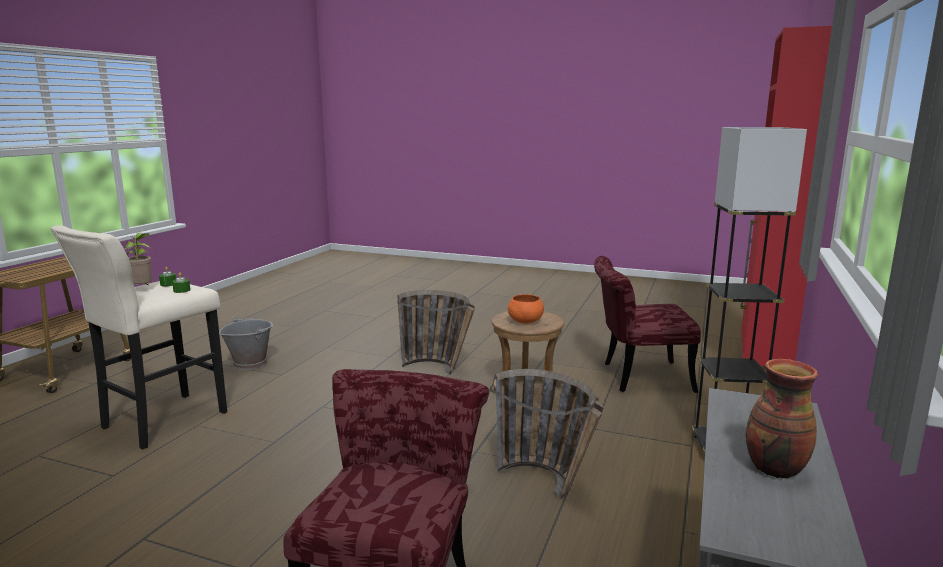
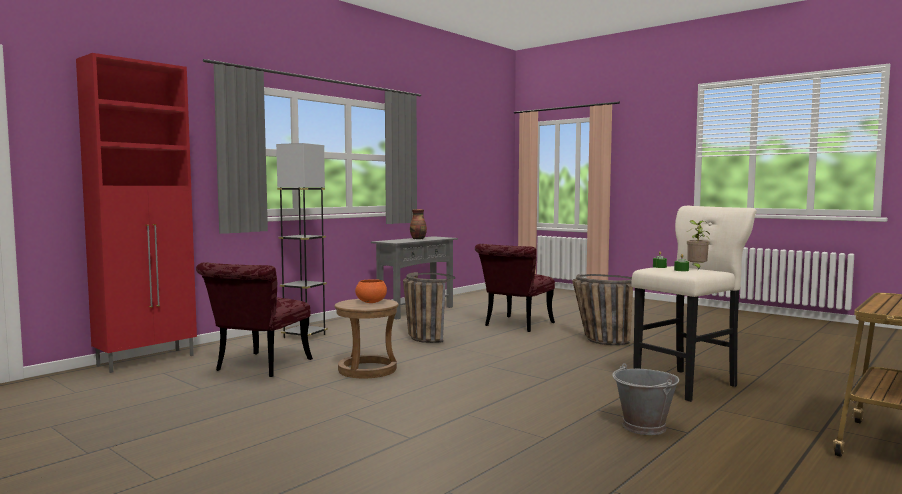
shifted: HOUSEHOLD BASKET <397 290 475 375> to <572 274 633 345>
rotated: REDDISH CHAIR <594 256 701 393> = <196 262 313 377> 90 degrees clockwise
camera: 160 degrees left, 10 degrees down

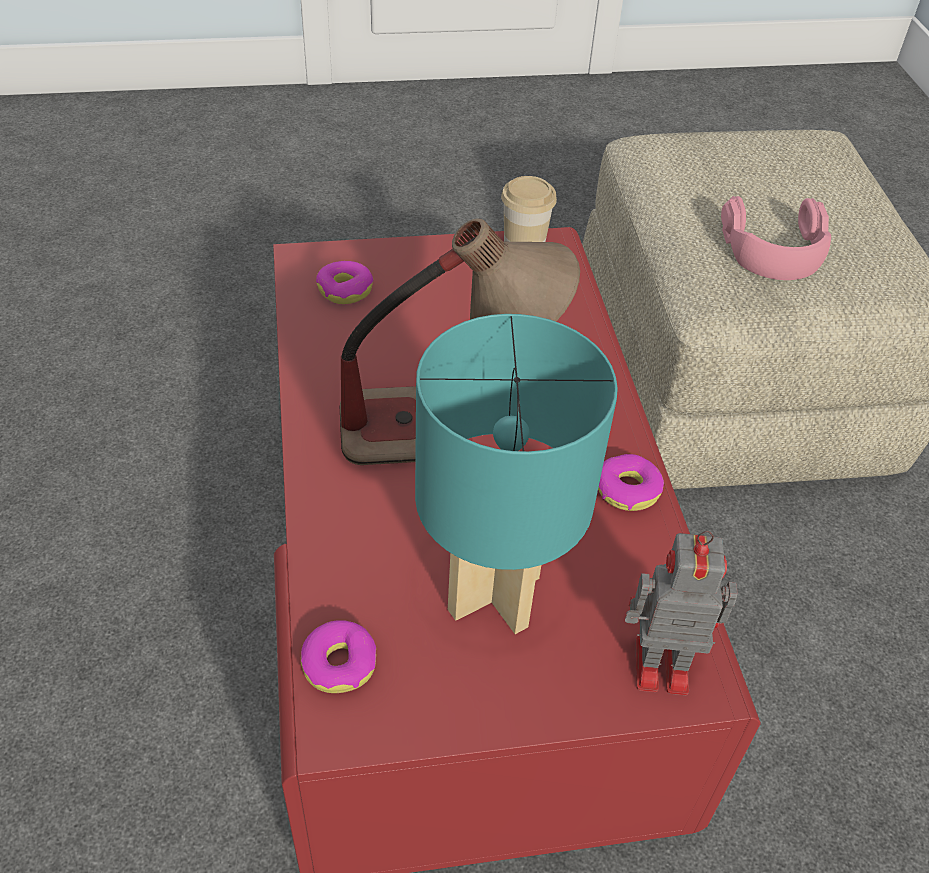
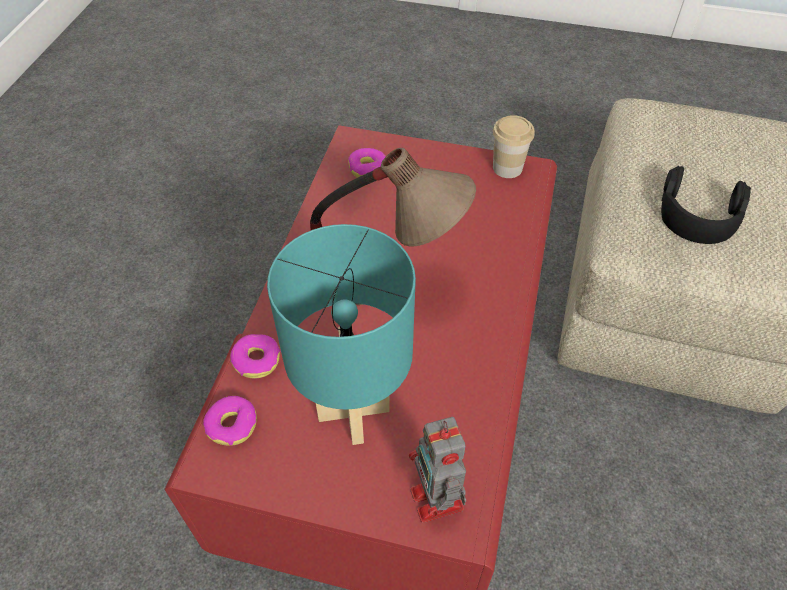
shifted: RING DOUGHNUT <598 454 664 511> to <230 334 281 379>
repainted: PINK PAIR OF HEADPHONES <721 196 831 280> to BLACK-COLOURED PAIR OF HEADPHONES <661 166 751 244>
rotated: MODEL ROBOT <625 531 738 695> = <409 417 466 523> 135 degrees counterclockwise
camera: 25 degrees right, 5 degrees up

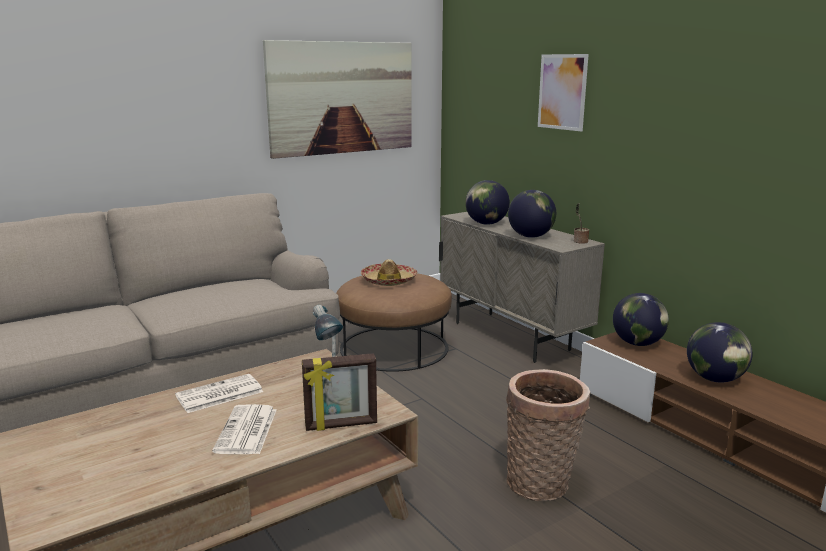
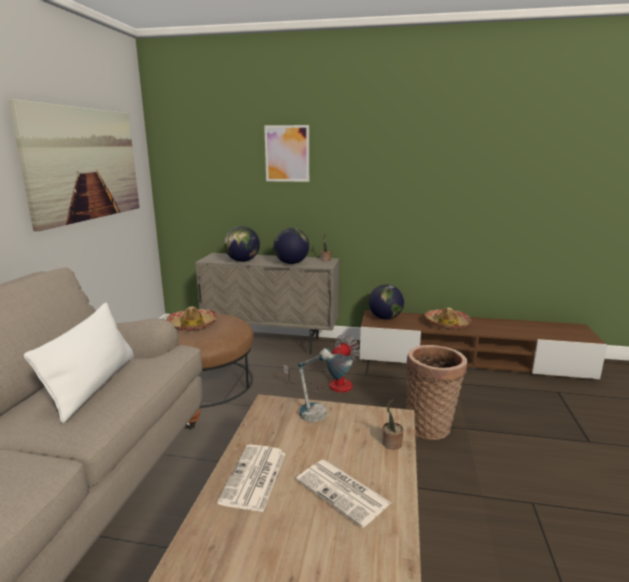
new: WHITE-COLOURED THROW PILLOW <24 303 134 423>; FAN <283 334 360 393>
swapped: WORLD GLOBE <687 322 753 382> to CLOTHING HAT <425 307 472 329>; PHOTO FRAME <302 353 377 431> to POTTED PLANT <382 400 403 450>
camera: 45 degrees left, 0 degrees up

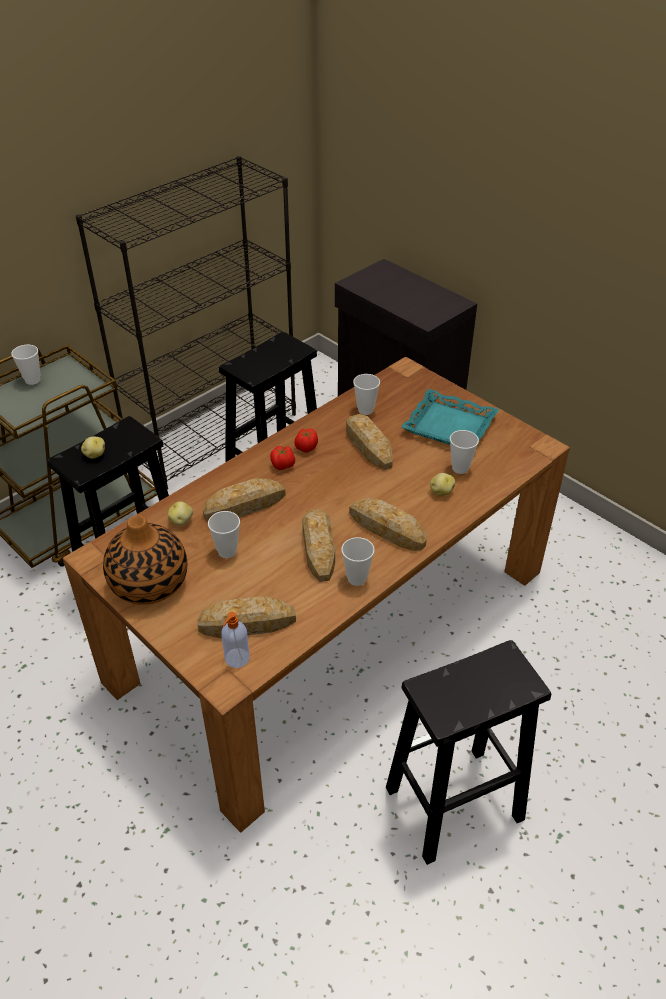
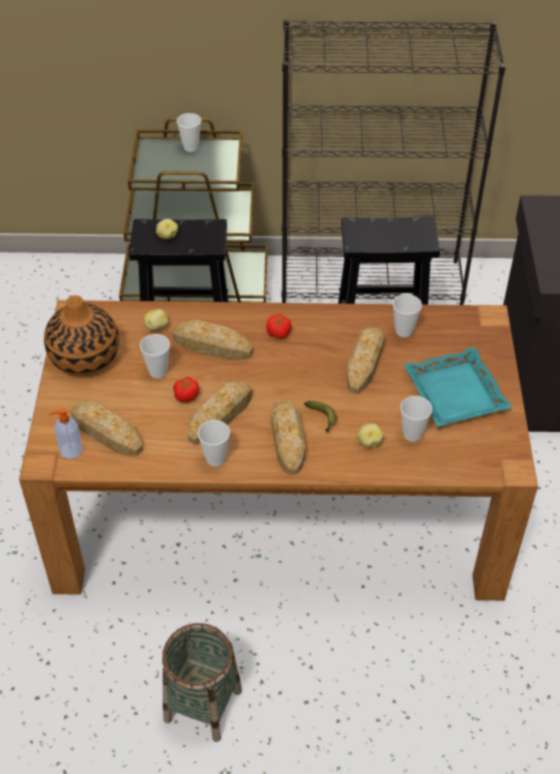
new: WHOLE BANANA <304 401 337 432>
shifted: WHOLE TOMATO <294 429 318 452> to <173 377 199 403>
swapped: BLACK-COLOURED STOOL SEAT <386 640 551 865> to HOUSEHOLD BASKET <162 623 242 742>
camera: 45 degrees right, 5 degrees up

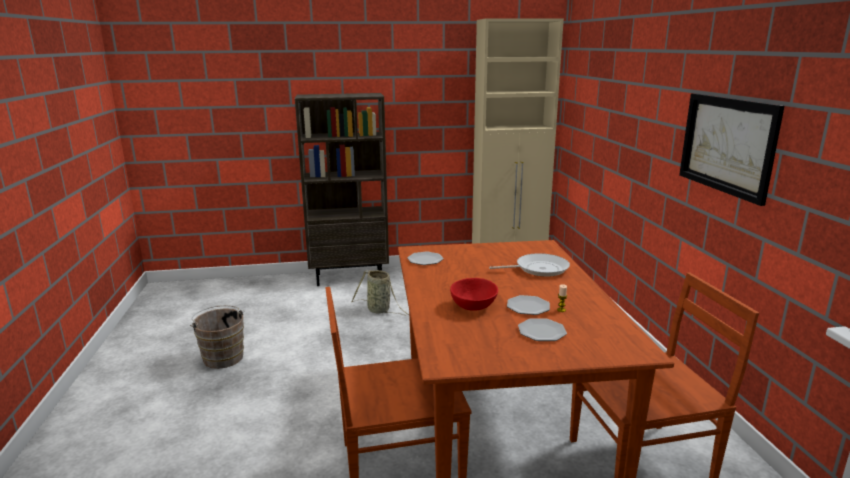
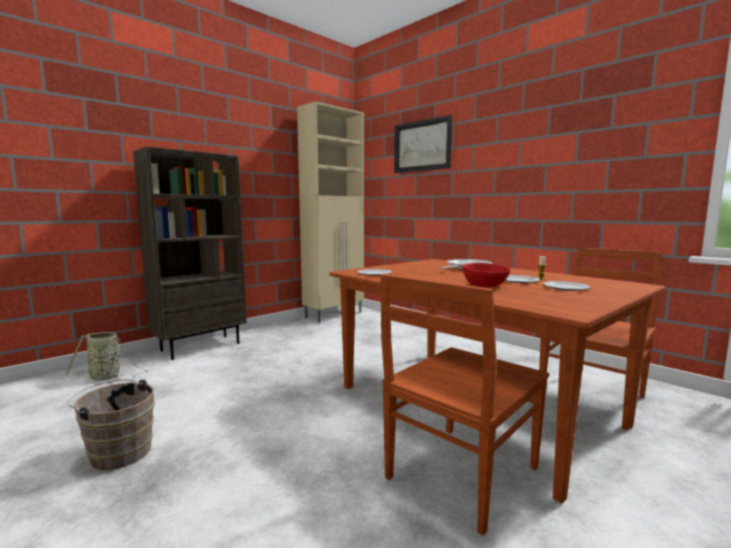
shifted: PICTURE <679 93 784 206> to <394 115 452 173>; HOUSEHOLD BASKET <351 270 409 315> to <66 332 148 381>
camera: 35 degrees left, 10 degrees down

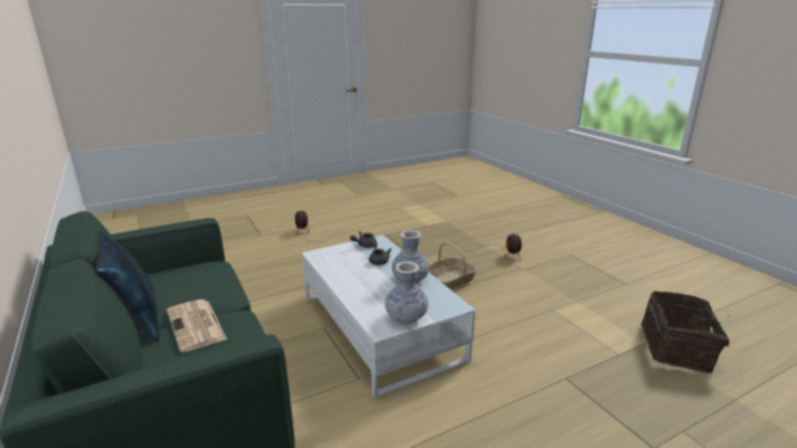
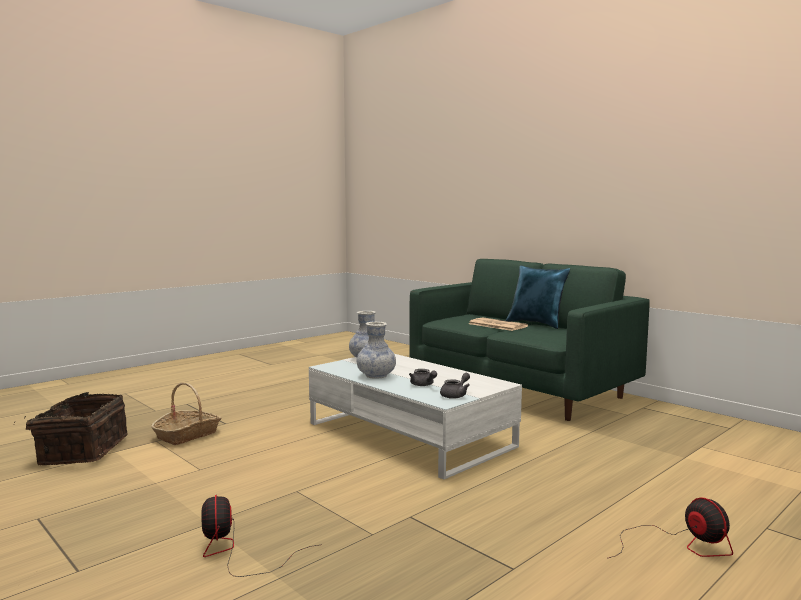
shifted: HOUSEHOLD BASKET <429 242 477 289> to <151 383 221 445>
camera: 165 degrees right, 15 degrees down

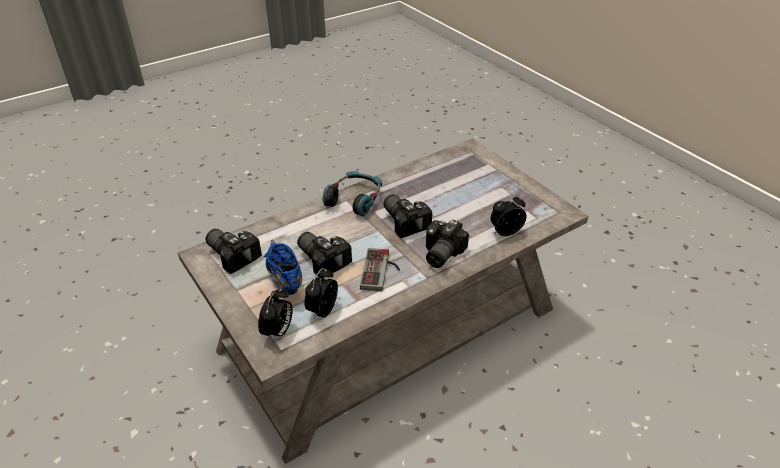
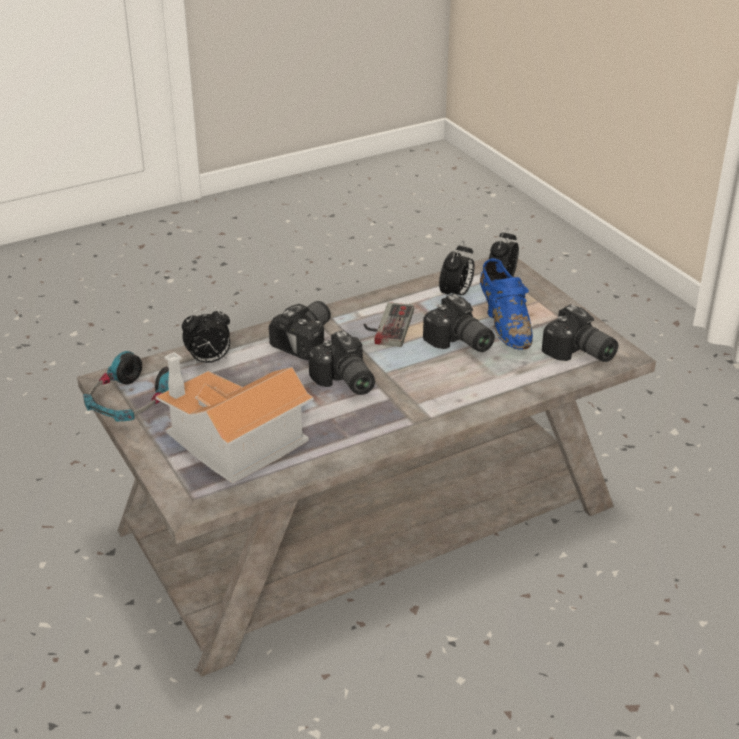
new: MINIATURE HOUSE <156 352 314 483>
shifted: PAIR OF HEADPHONES <323 171 382 216> to <83 351 182 421>
camera: 175 degrees left, 5 degrees down

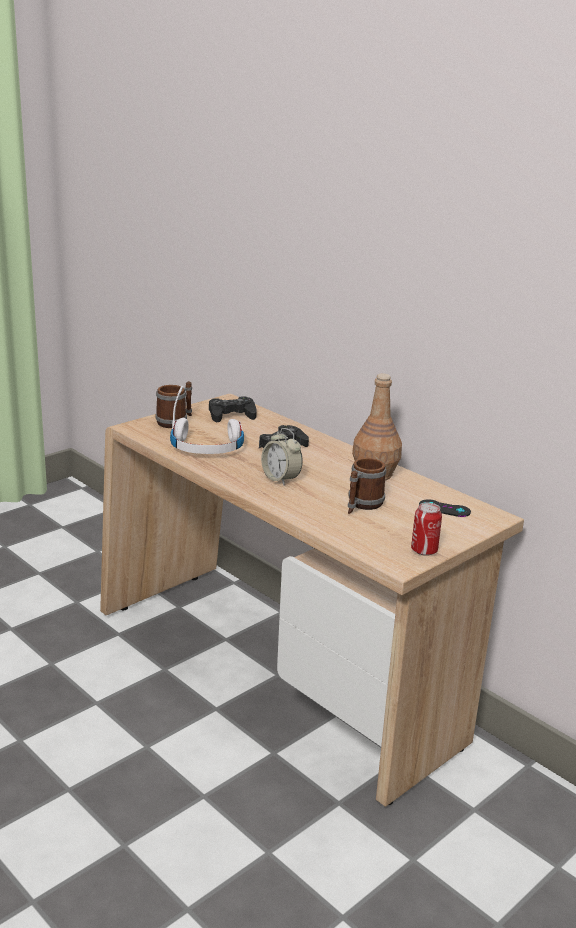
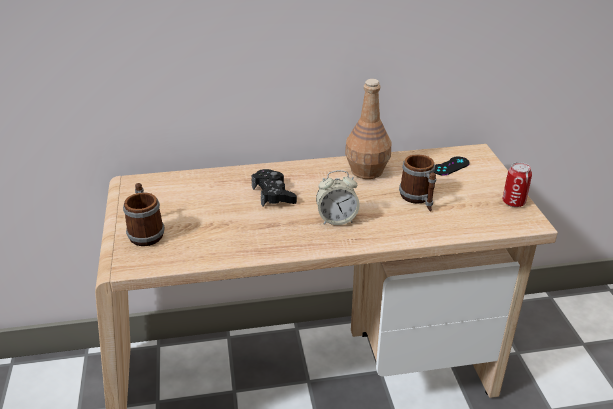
gone: WHITE-COLOURED PAIR OF HEADPHONES <170 386 244 454>; BLACK-COLOURED GAME CONTROLLER <209 396 257 422>
camera: 55 degrees left, 10 degrees up

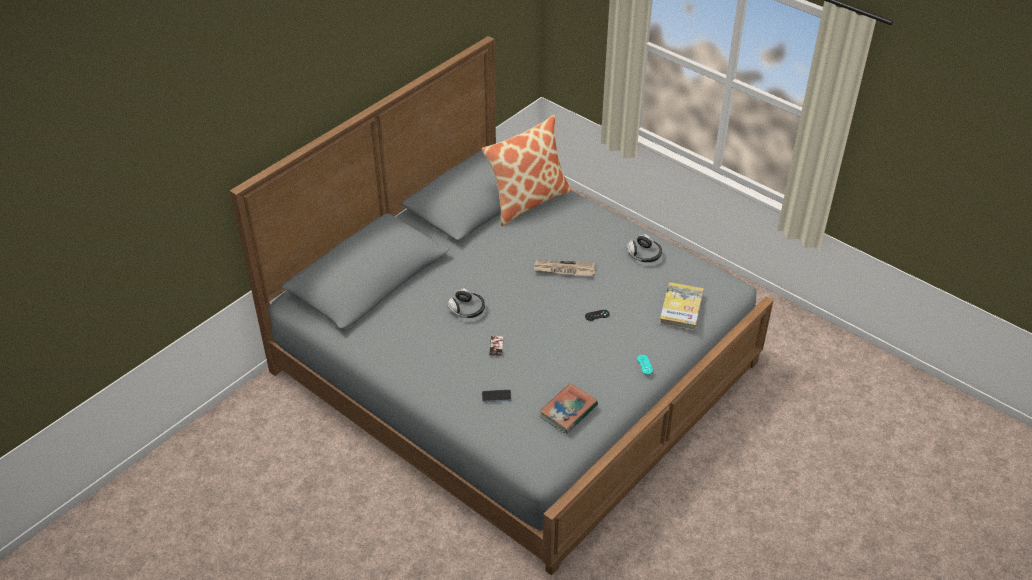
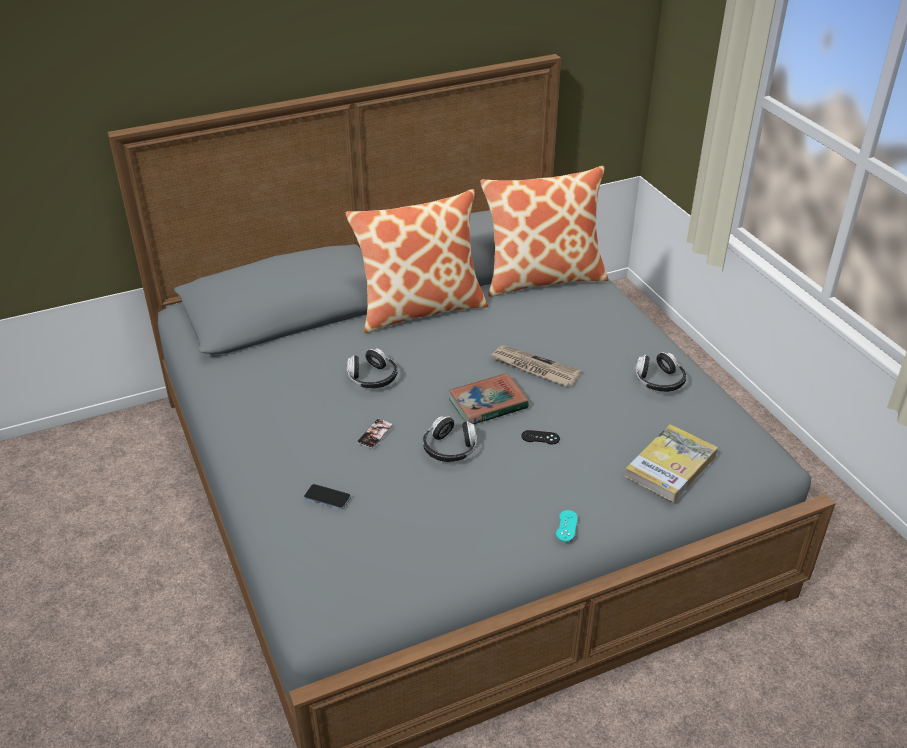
new: THROW PILLOW <346 189 488 333>; PAIR OF HEADPHONES <423 416 477 462>
shifted: BOUND BOOK <539 383 598 434> to <449 373 529 424>
camera: 25 degrees right, 5 degrees down

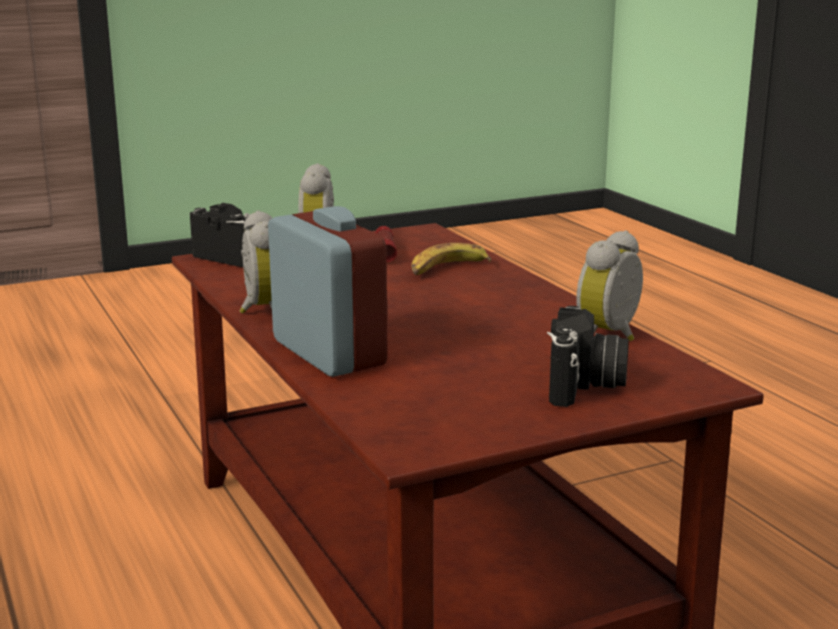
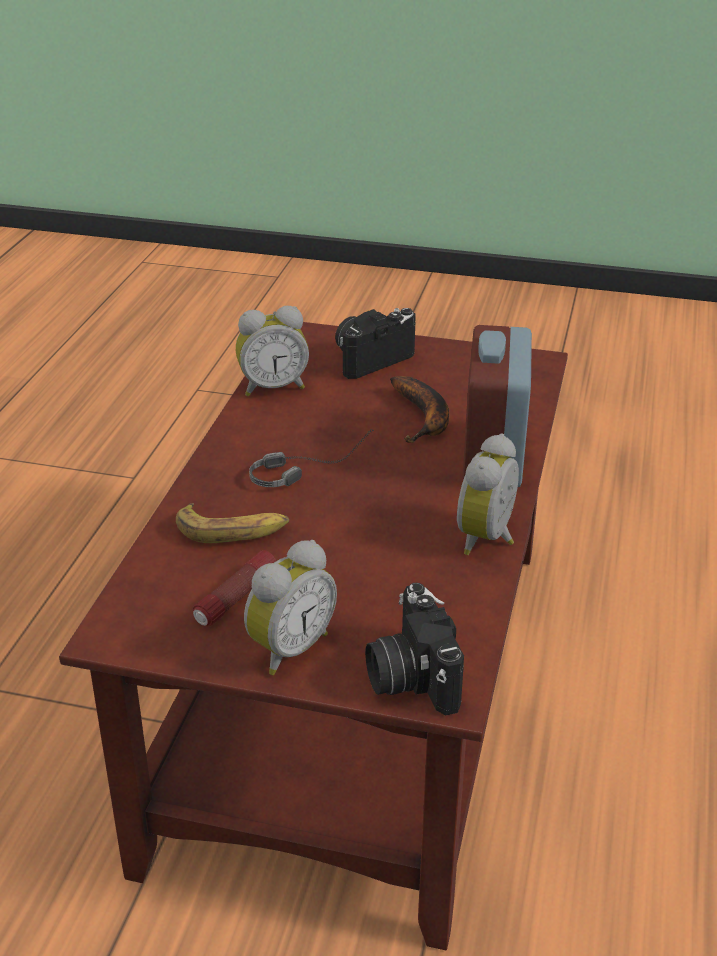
new: WHOLE BANANA <390 376 449 443>; PAIR OF HEADPHONES <249 429 374 488>
camera: 140 degrees left, 15 degrees up

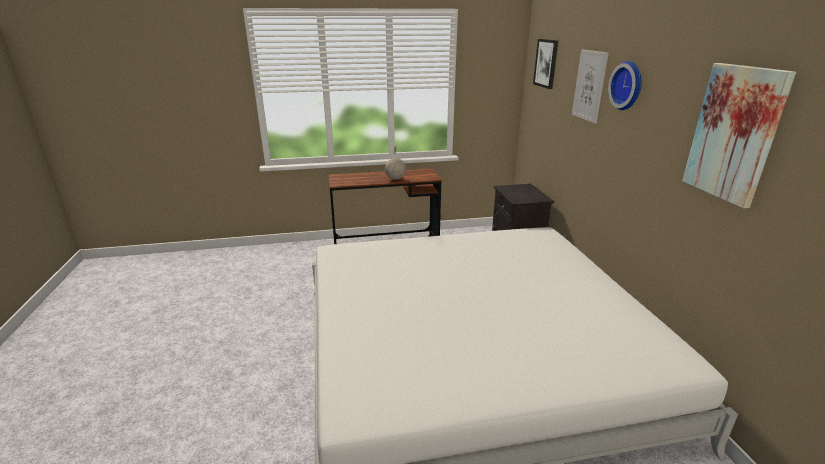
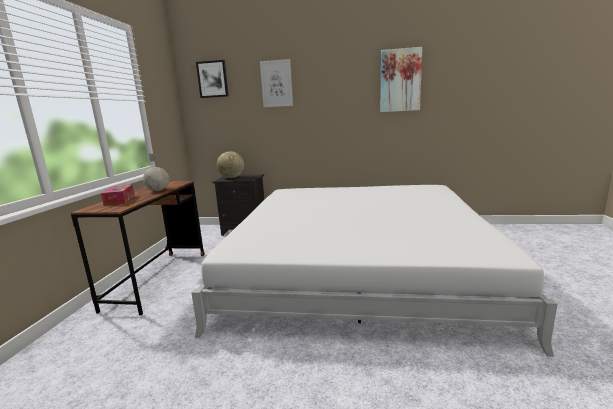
gone: CLOCK ON THE WALL <608 61 642 110>
new: WORLD GLOBE <217 151 244 178>; BOX OF TISSUES <101 184 135 206>
camera: 70 degrees left, 10 degrees down

